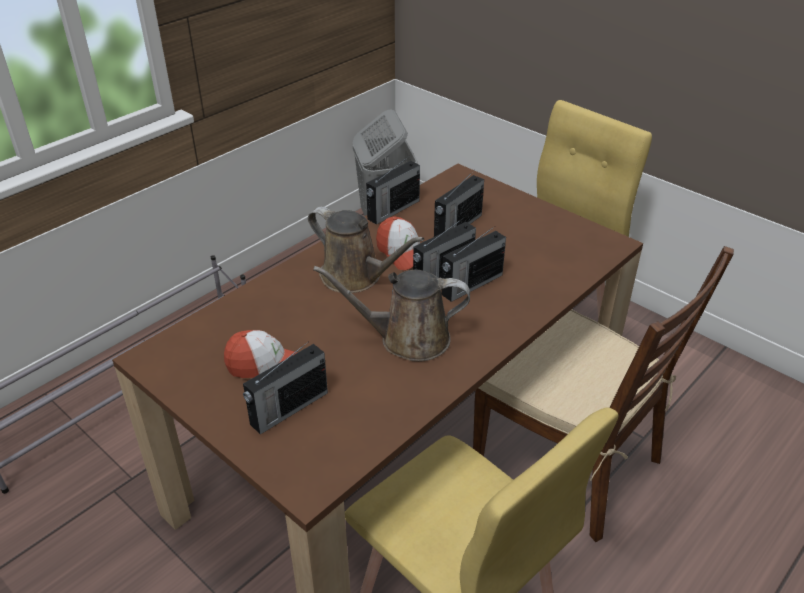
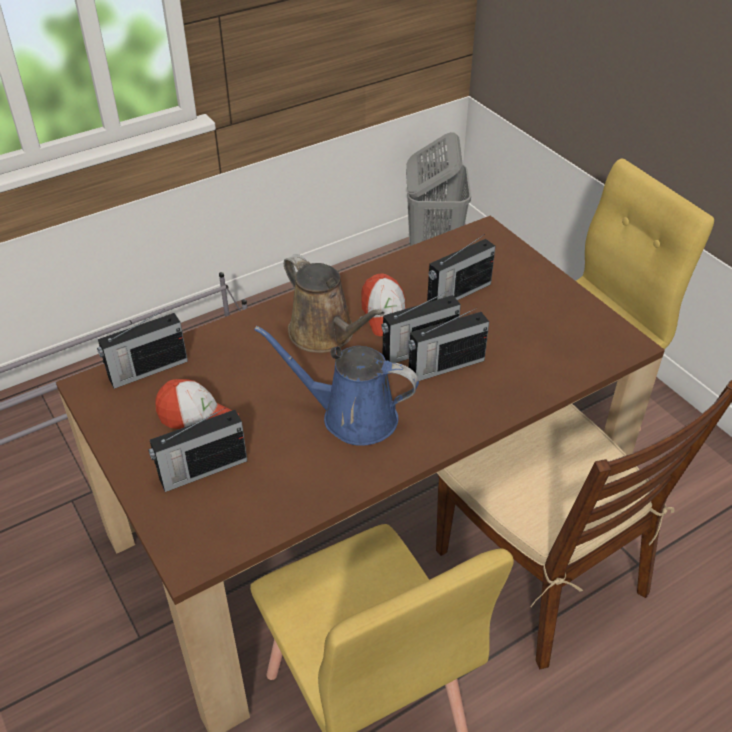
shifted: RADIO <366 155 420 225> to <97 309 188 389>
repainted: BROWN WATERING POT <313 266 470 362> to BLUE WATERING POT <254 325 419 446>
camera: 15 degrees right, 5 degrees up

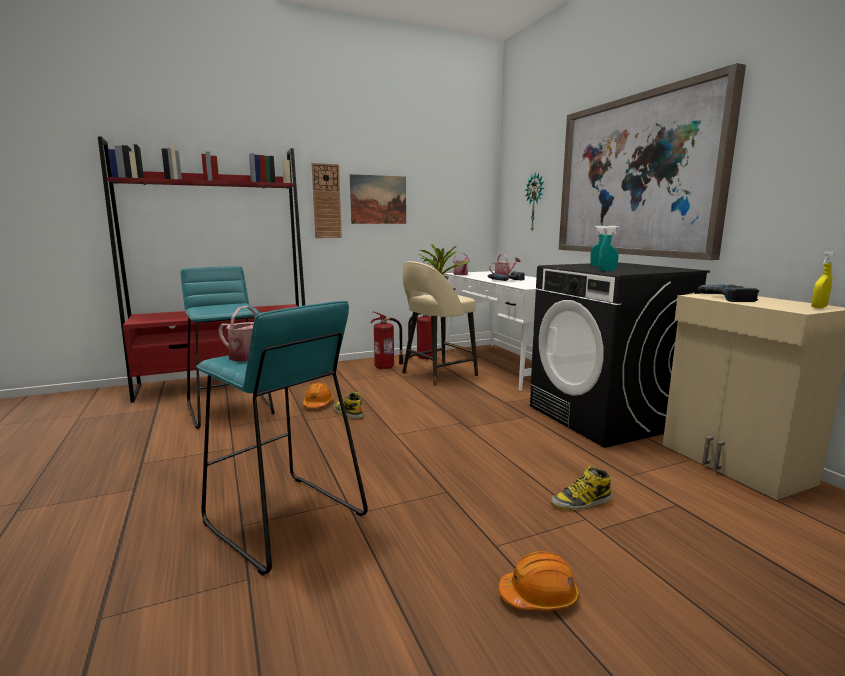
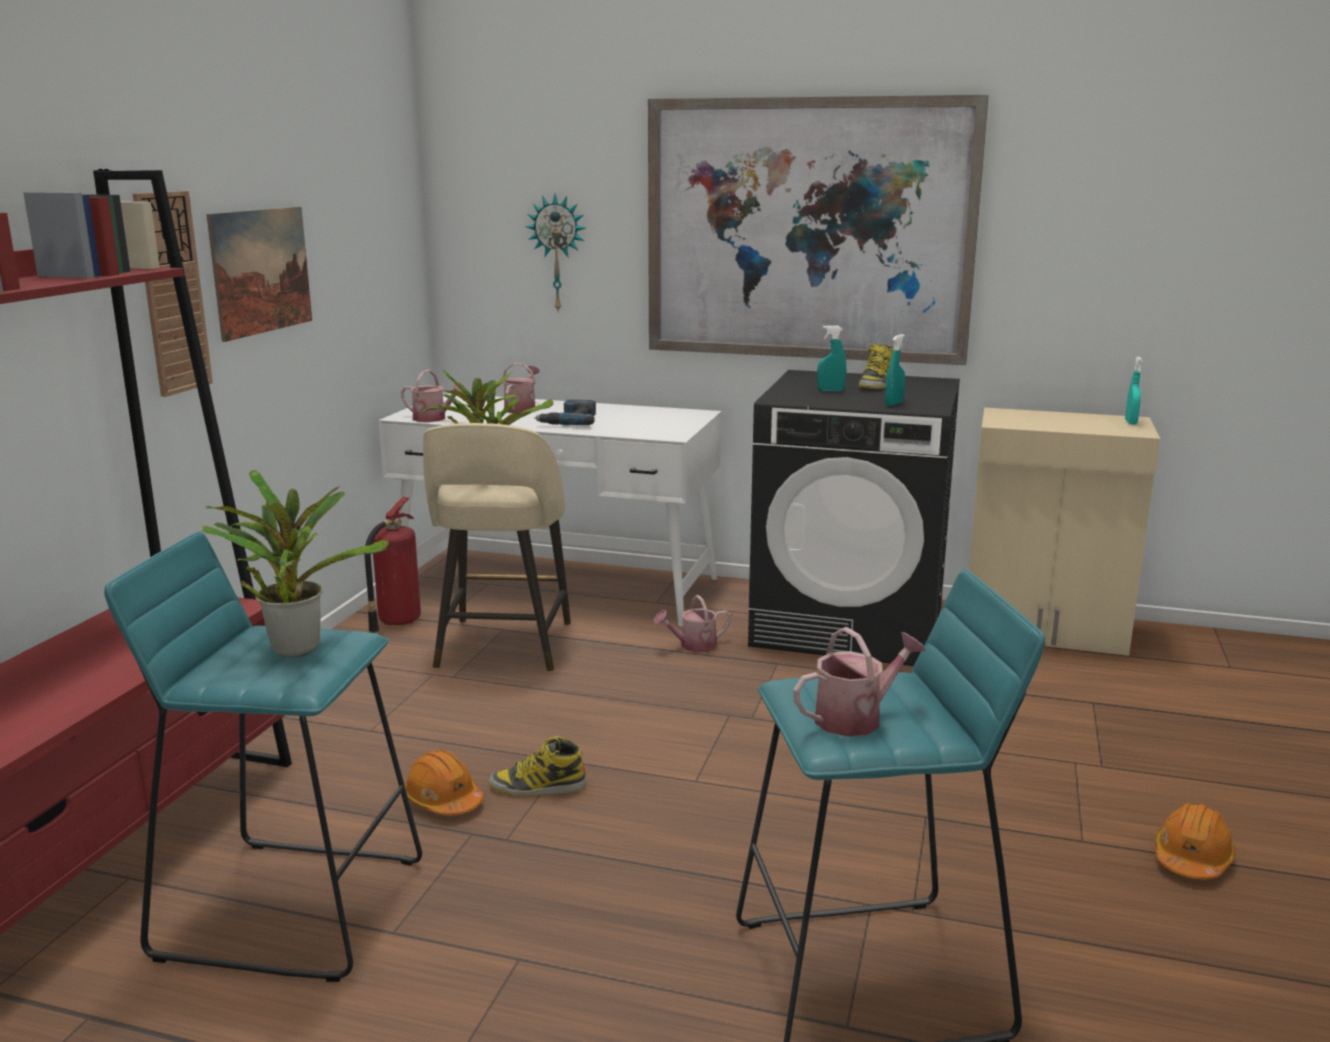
gone: POWER DRILL <698 284 759 302>; EXTINGUISHER <370 311 403 369>
new: POTTED PLANT <202 470 388 658>; WATERING POT <654 595 731 652>
shifted: BOOT <551 466 611 510> to <859 343 894 389>
repainted: YELLOWISH HAND SPRAYER <811 251 834 308> to TURQUOISE-COLOURED HAND SPRAYER <1125 357 1143 425>
camera: 50 degrees left, 5 degrees up

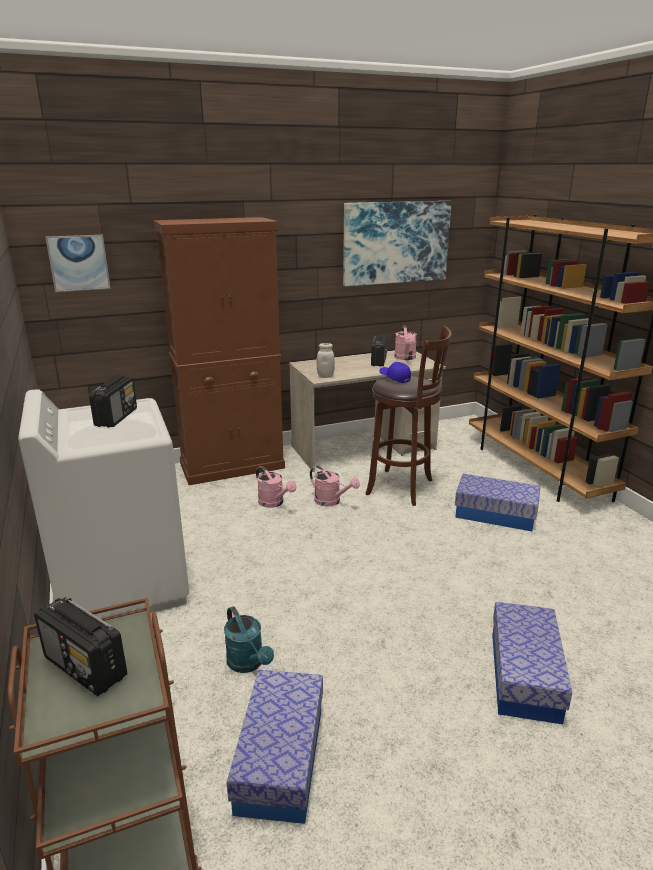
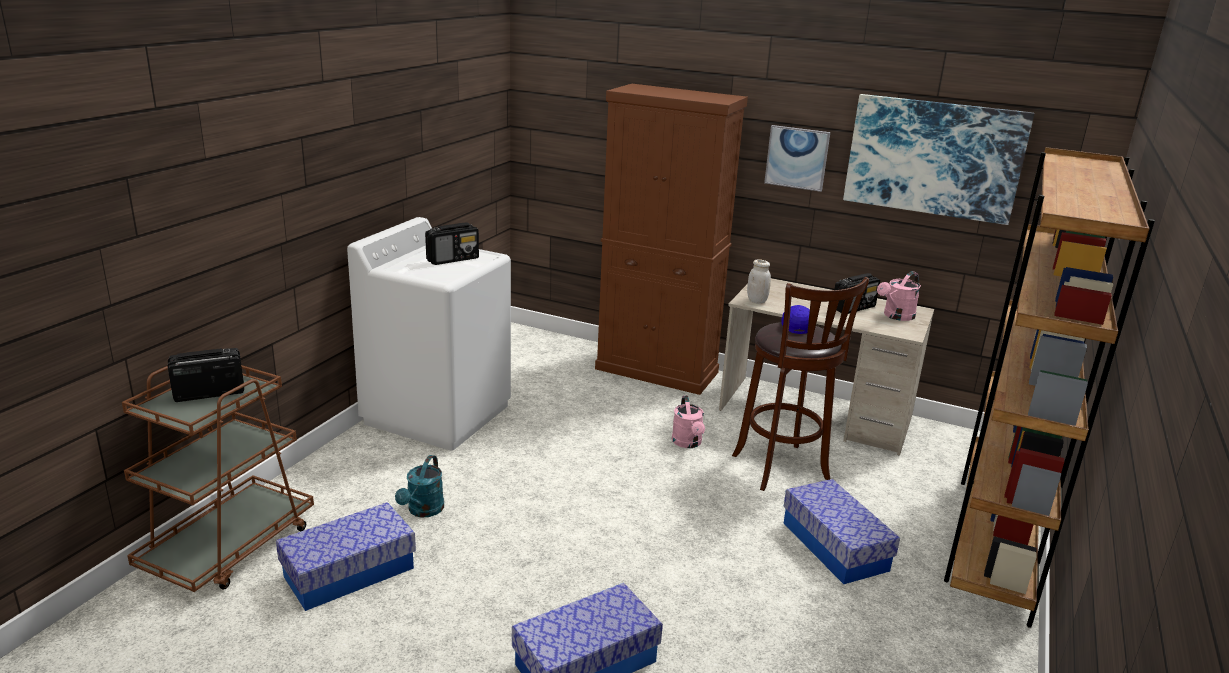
gone: PINK WATERING POT <256 466 296 508>
shifted: PICTURE <45 235 111 292> to <764 125 830 192>
rotated: RADIO <34 597 127 696> = <168 348 244 402> 75 degrees clockwise
camera: 45 degrees right, 0 degrees up

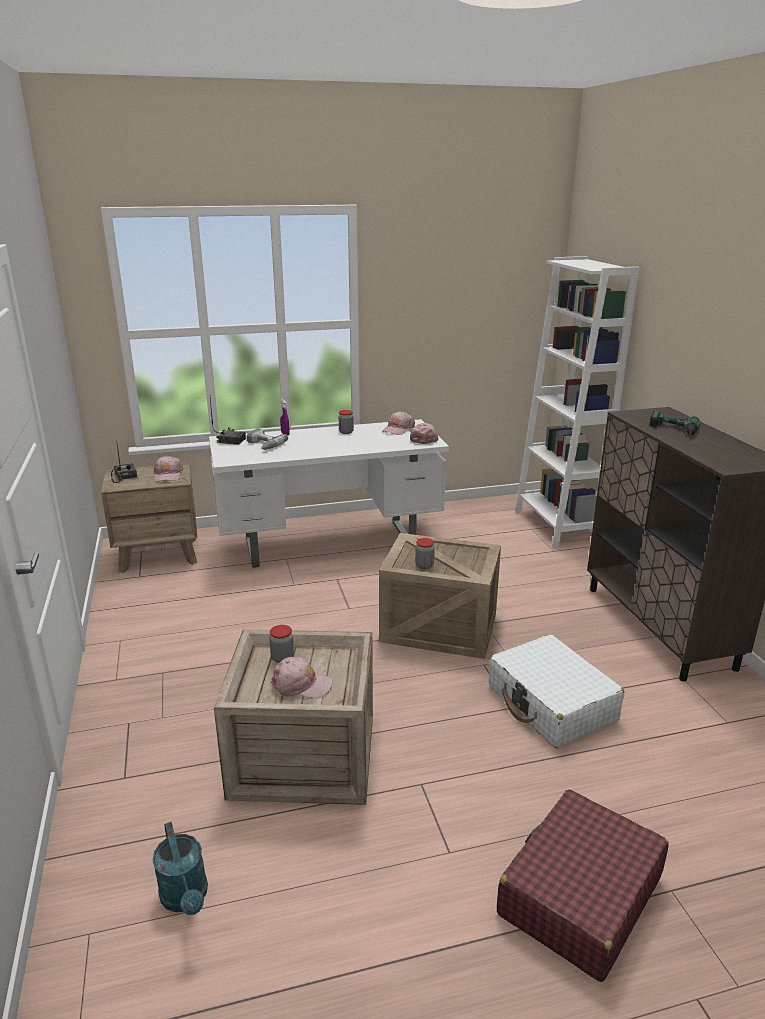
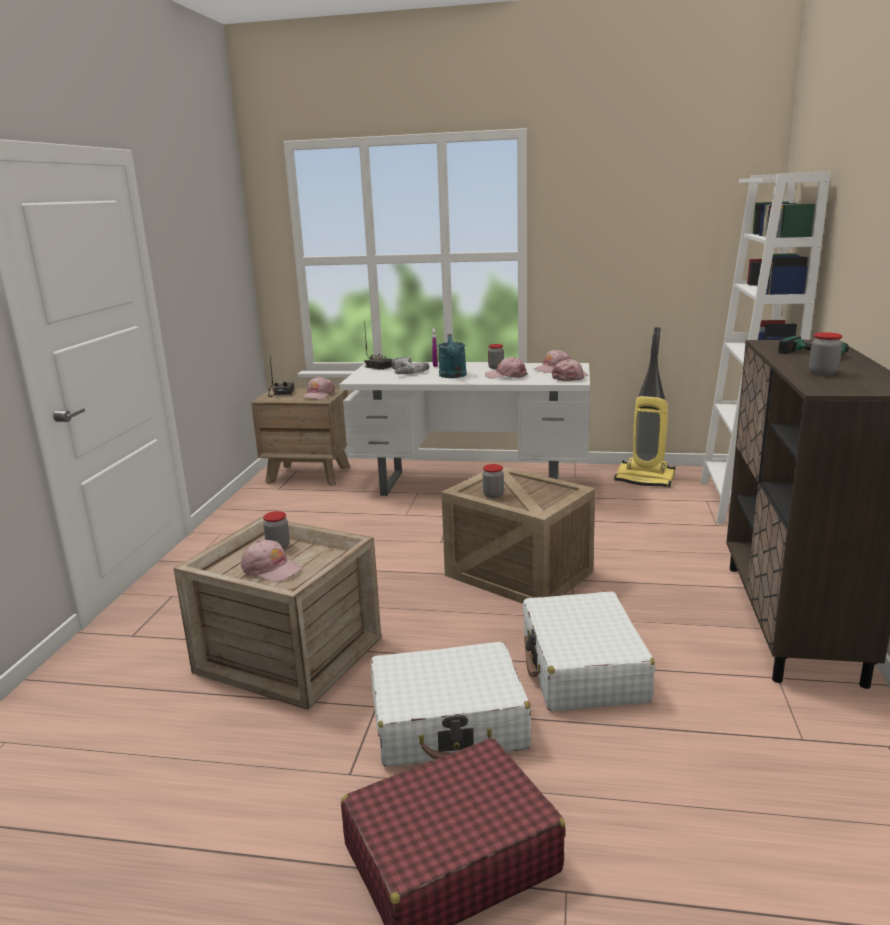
new: HOOVER <614 327 675 488>; JAR <809 332 842 376>; PINK CAP <485 357 527 379>; WHITE-COLOURED SUITCASE <371 642 531 767>
shifted: TURQUOISE-COLOURED WATERING POT <152 822 208 915> to <438 334 467 378>
camera: 25 degrees right, 5 degrees down

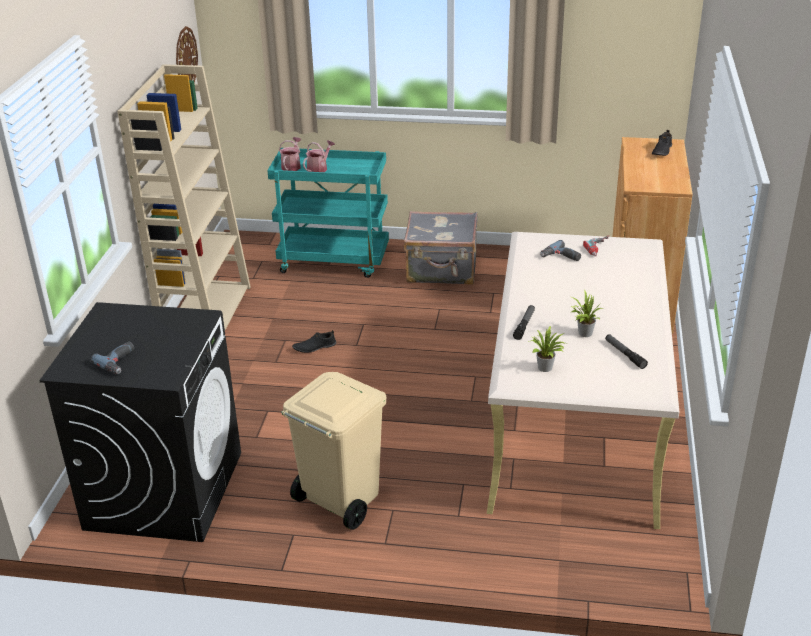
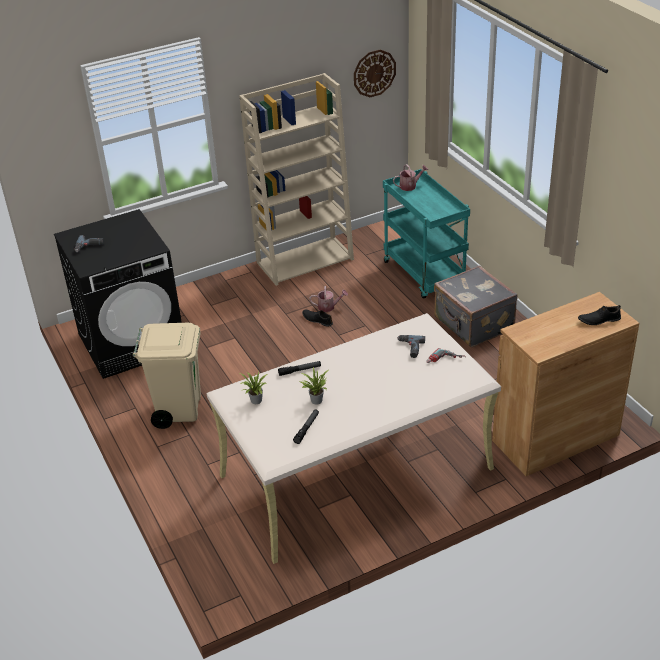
shifted: WATERING POT <303 140 335 172> to <309 286 348 312>
camera: 55 degrees right, 5 degrees up

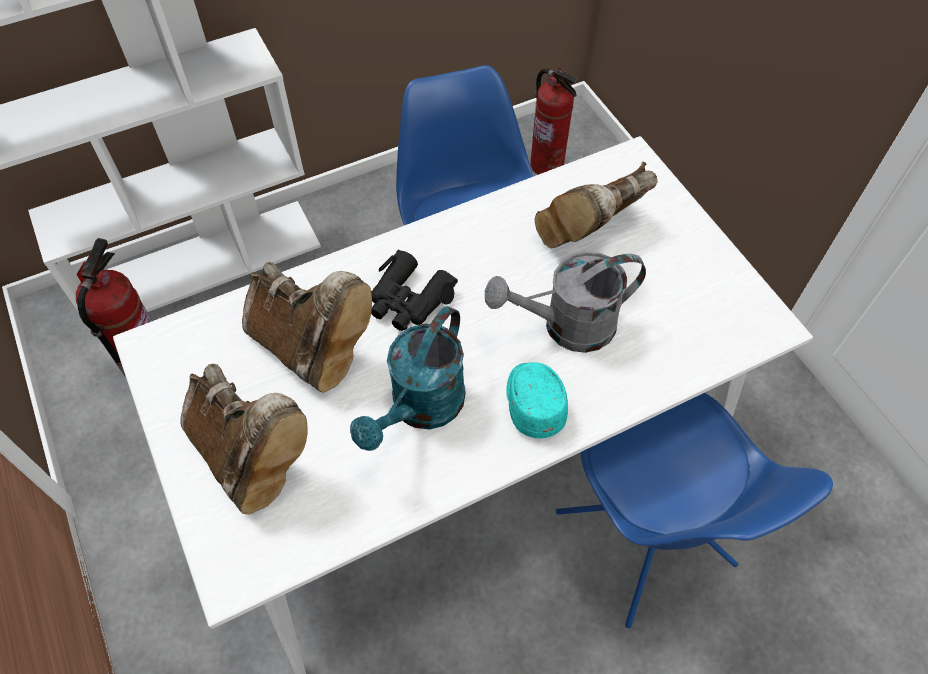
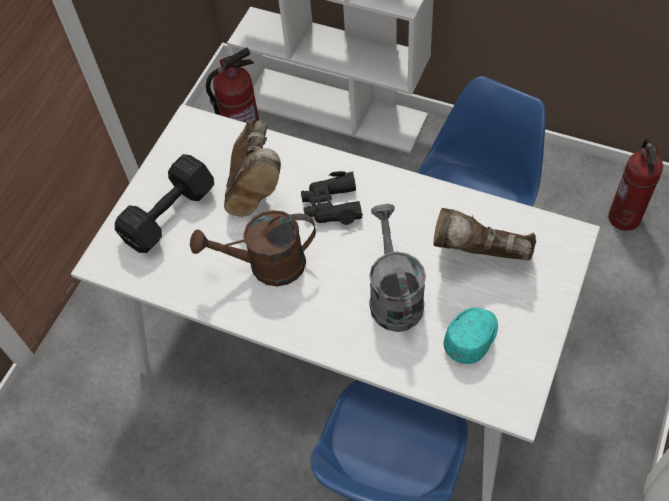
shifted: TURQUOISE-COLOURED CAP <506 362 568 439> to <443 308 498 364>
swapped: BROWN BOOT <180 364 307 514> to BLACK-COLOURED DUMBBELL <115 154 214 253>
repainted: TURQUOISE-COLOURED WATERING POT <350 306 466 451> to BROWN WATERING POT <190 210 316 286>
rotated: GRAY WATERING POT <485 252 646 353> = <370 204 426 332> 45 degrees clockwise
camera: 55 degrees right, 0 degrees up

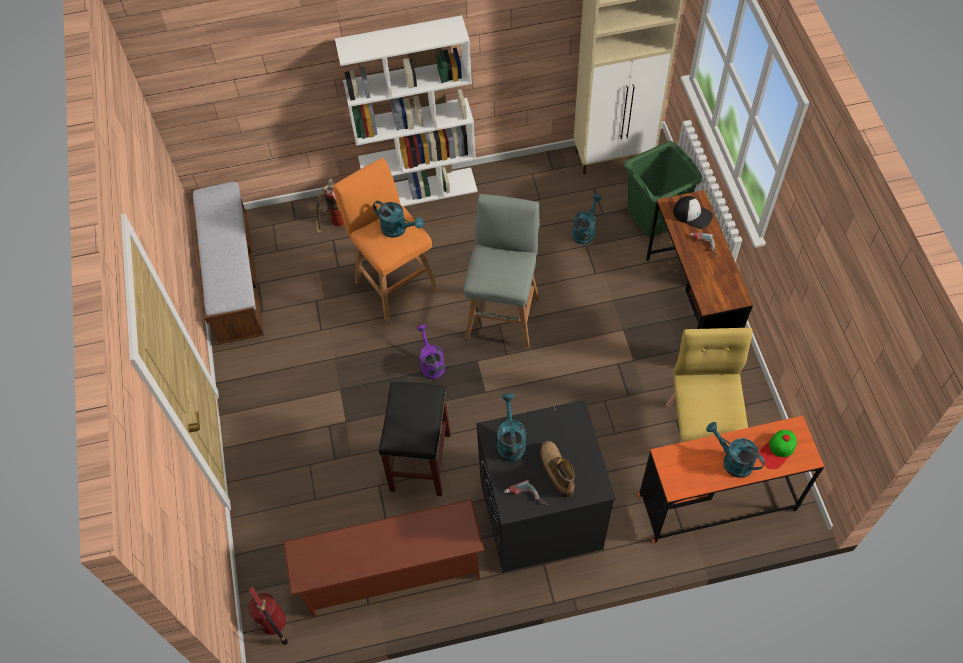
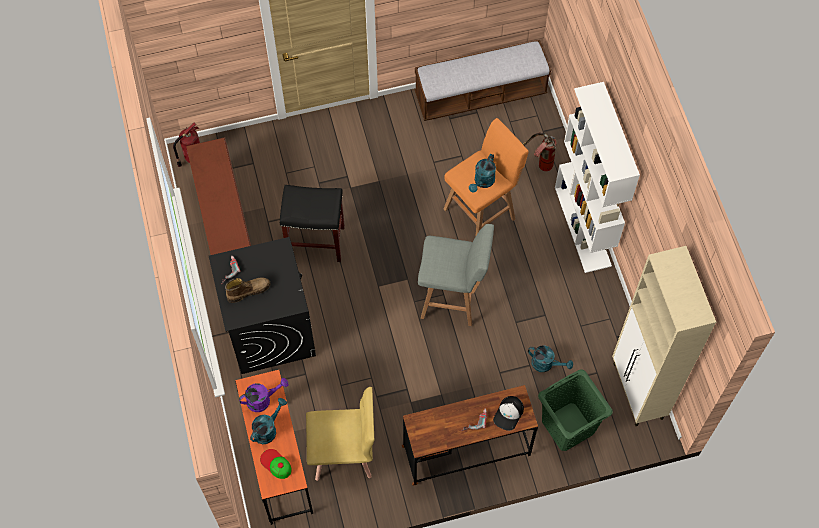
gone: TURQUOISE-COLOURED WATERING POT <497 393 526 461>
shifted: PURPLE-COLOURED WATERING POT <417 324 445 379> to <239 378 288 412>
camera: 85 degrees right, 5 degrees up

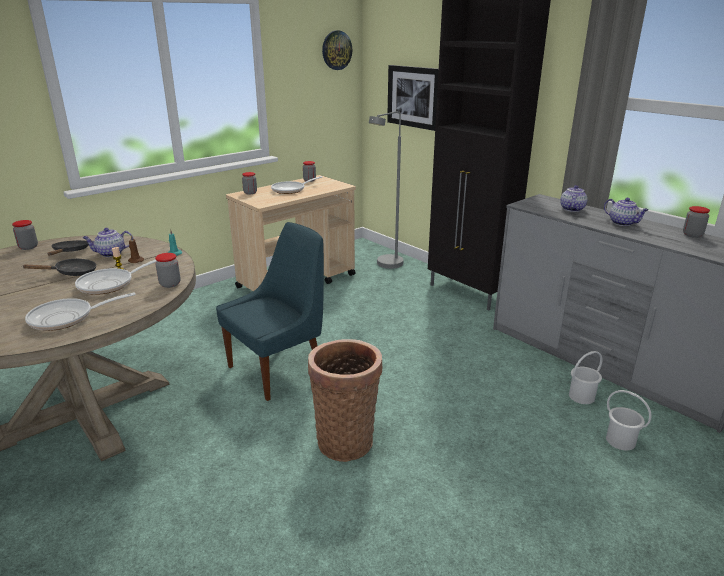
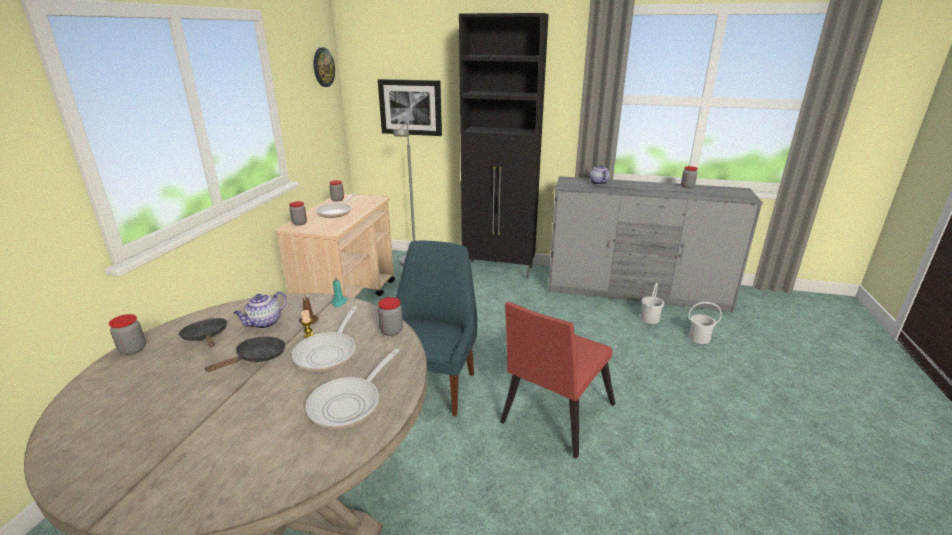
gone: TEAPOT <604 198 649 226>
swapped: HOUSEHOLD BASKET <308 339 382 462> to REDDISH CHAIR <500 301 615 459>
camera: 35 degrees left, 0 degrees up

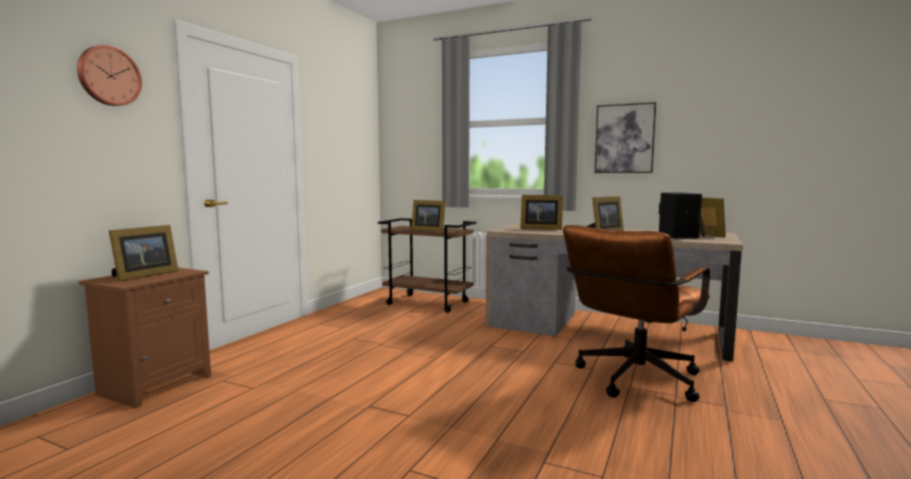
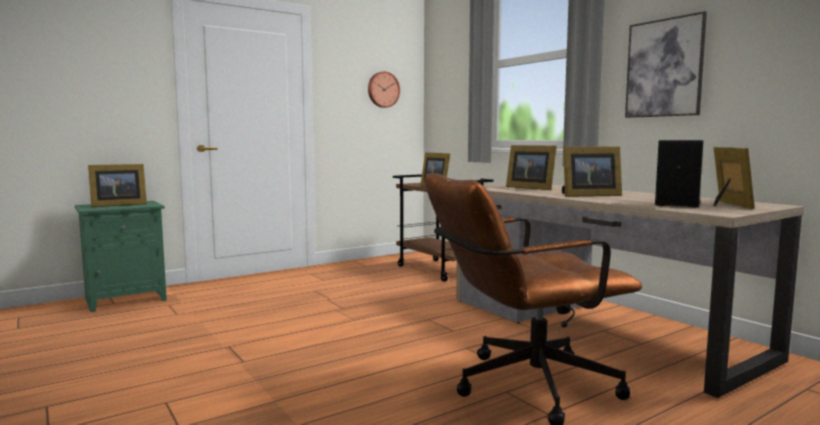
shifted: CLOCK ON THE WALL <77 45 142 106> to <368 71 400 108>
repainted: BROWN NIGHTSTAND <79 268 211 408> to GREENISH NIGHTSTAND <75 201 167 312>
camera: 30 degrees right, 0 degrees up

